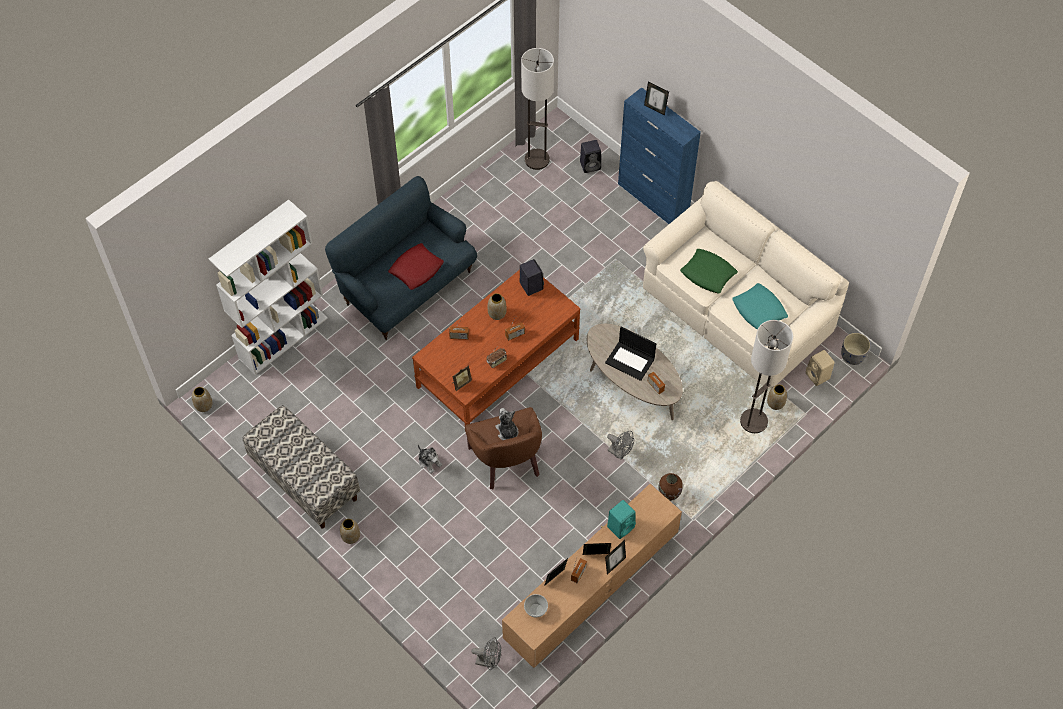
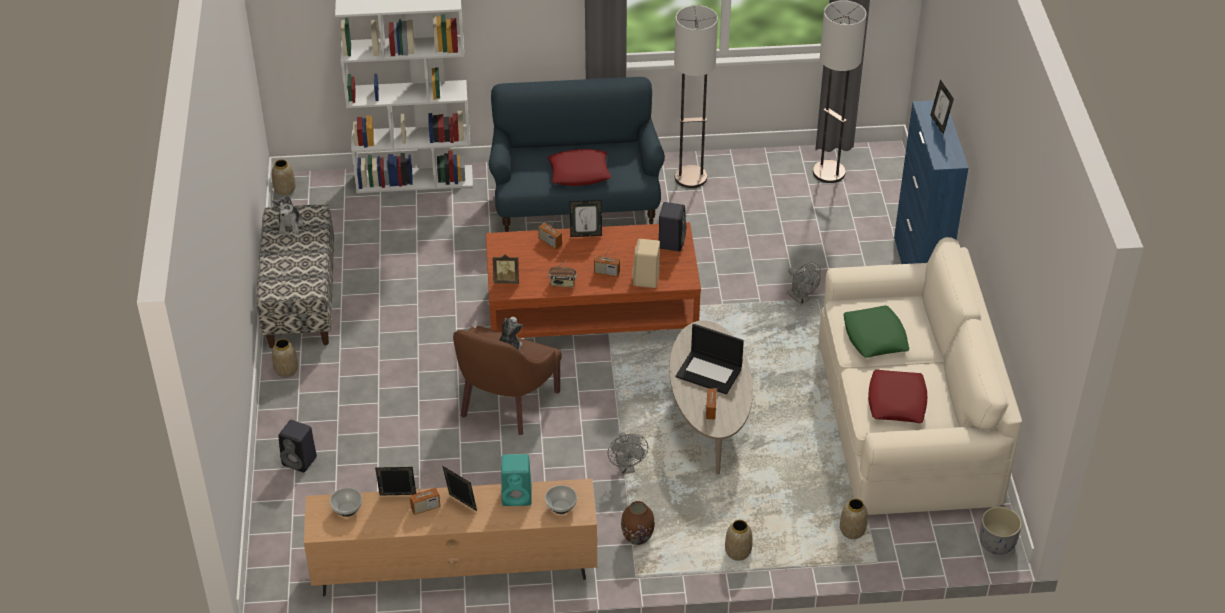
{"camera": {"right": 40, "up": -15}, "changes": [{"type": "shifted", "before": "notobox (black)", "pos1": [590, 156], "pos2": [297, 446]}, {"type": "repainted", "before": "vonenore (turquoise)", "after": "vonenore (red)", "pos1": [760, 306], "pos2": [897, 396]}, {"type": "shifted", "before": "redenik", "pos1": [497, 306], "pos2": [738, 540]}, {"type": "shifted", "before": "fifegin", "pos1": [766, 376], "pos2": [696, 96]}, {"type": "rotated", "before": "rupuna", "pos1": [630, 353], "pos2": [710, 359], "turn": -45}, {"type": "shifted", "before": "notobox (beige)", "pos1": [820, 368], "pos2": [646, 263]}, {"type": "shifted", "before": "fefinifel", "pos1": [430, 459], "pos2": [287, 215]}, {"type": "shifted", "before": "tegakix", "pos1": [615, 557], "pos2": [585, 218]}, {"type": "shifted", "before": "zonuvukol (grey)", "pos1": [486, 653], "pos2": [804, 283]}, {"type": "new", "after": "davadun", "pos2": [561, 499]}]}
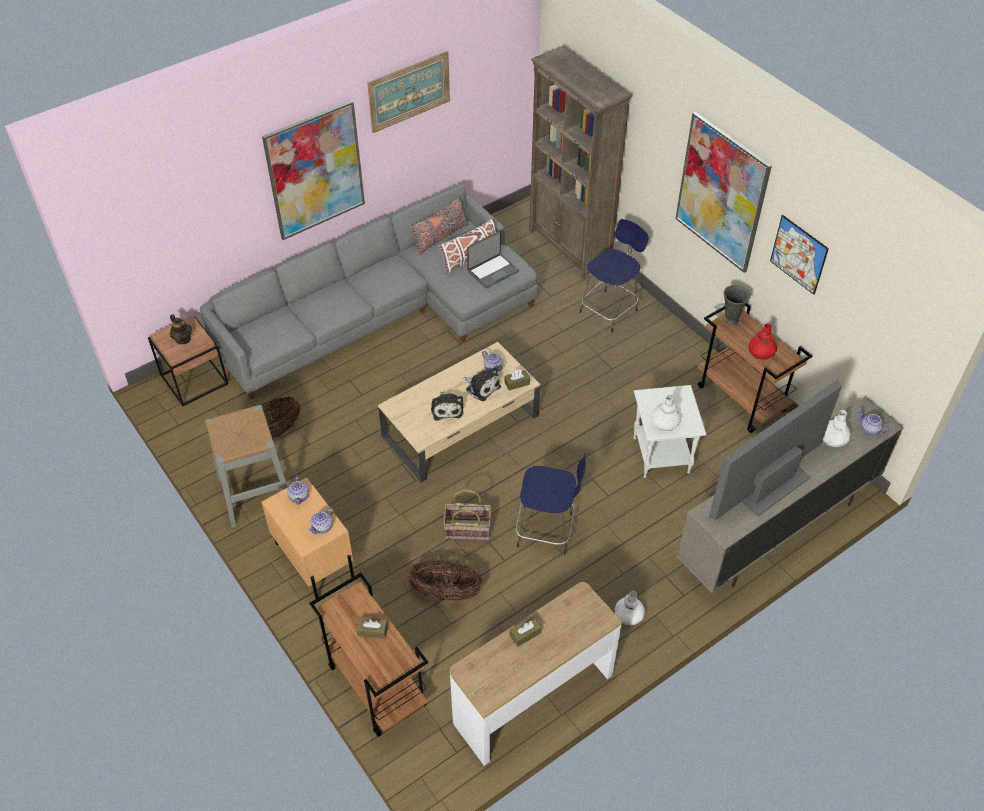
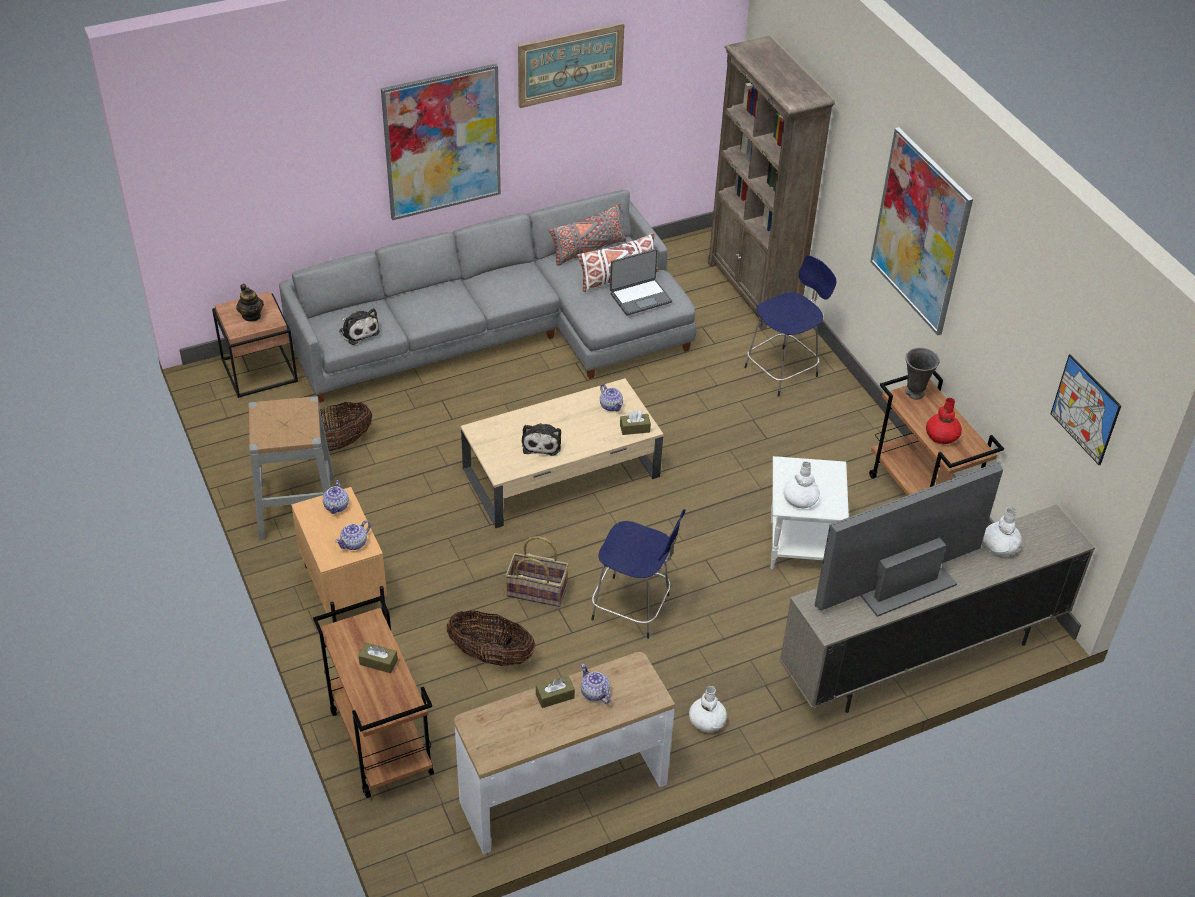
{"camera": {"right": 10, "up": -5}, "changes": [{"type": "shifted", "before": "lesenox", "pos1": [799, 255], "pos2": [1086, 409]}, {"type": "shifted", "before": "fefinifel", "pos1": [482, 384], "pos2": [359, 326]}, {"type": "shifted", "before": "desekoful", "pos1": [874, 423], "pos2": [596, 683]}]}
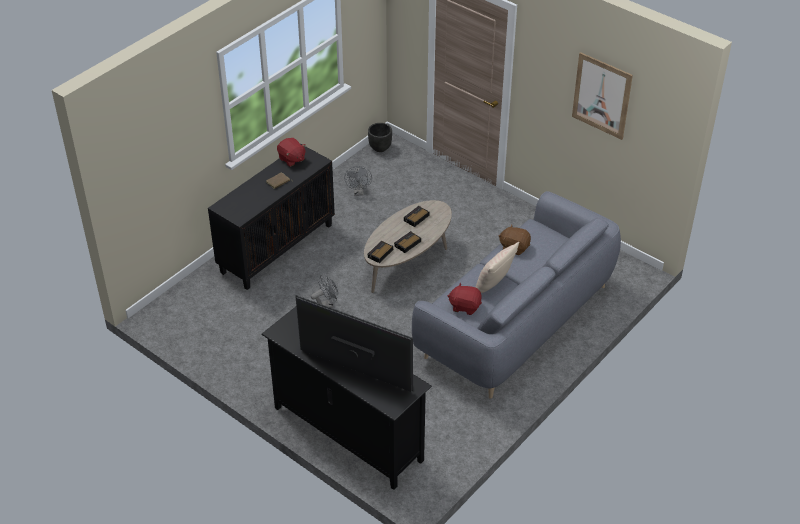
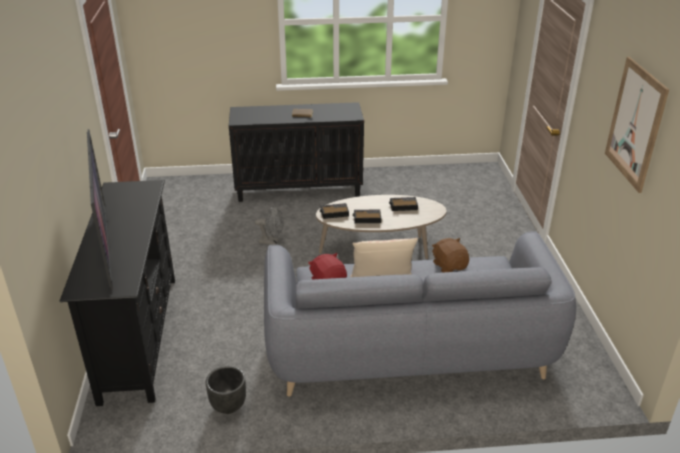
{"camera": {"right": 45, "up": -10}, "changes": [{"type": "shifted", "before": "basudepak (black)", "pos1": [380, 137], "pos2": [226, 390]}, {"type": "gone", "before": "fefinifel (red)", "pos1": [291, 152]}, {"type": "gone", "before": "zonuvukol (grey)", "pos1": [358, 180]}]}
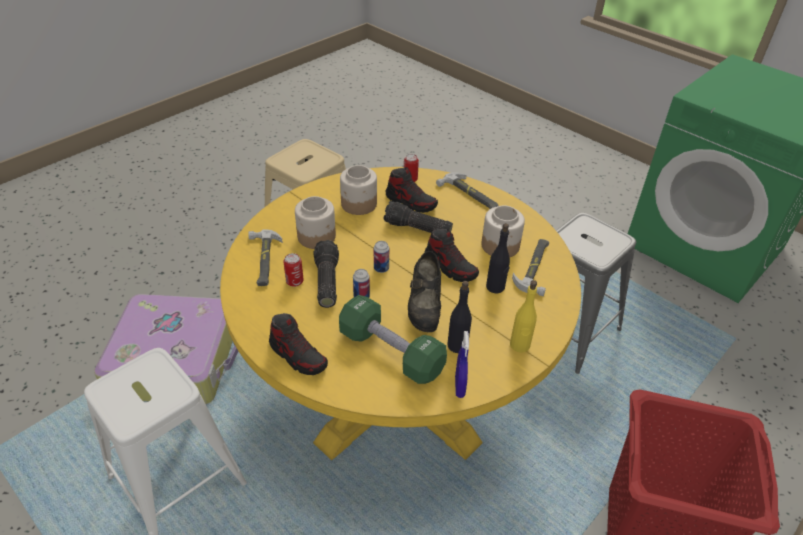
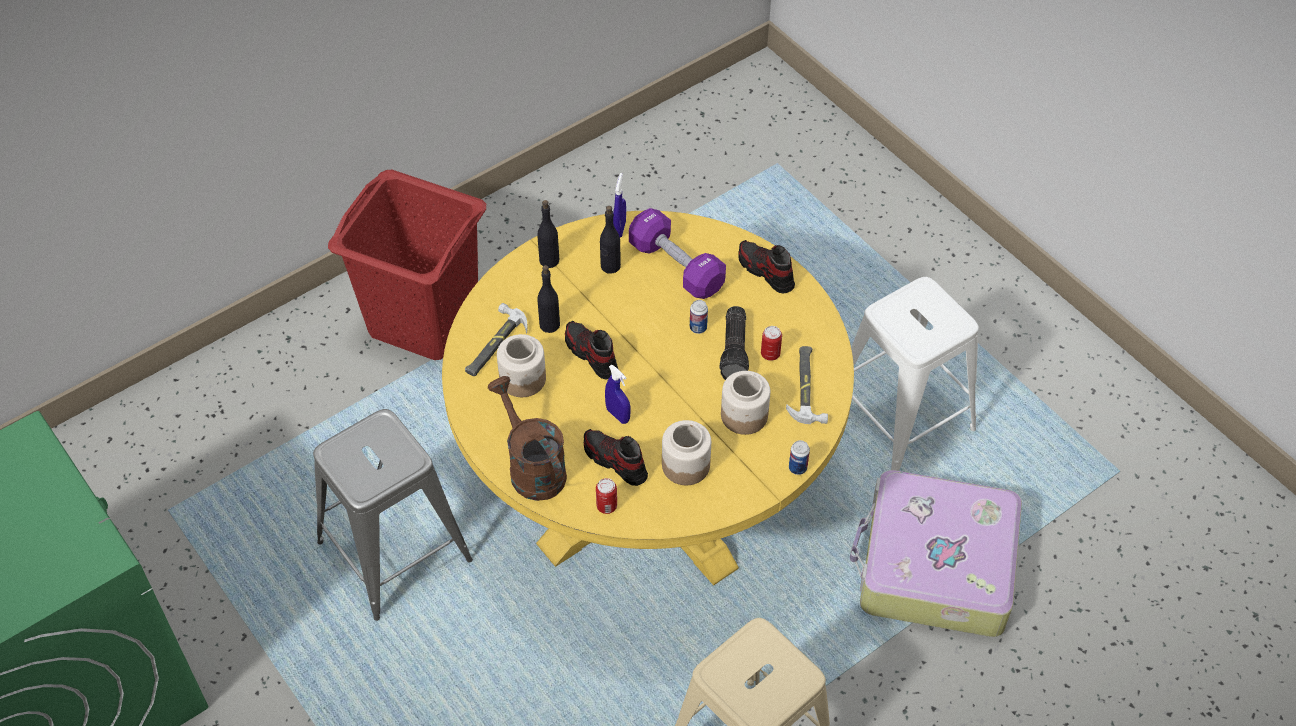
{"camera": {"right": -170, "up": 10}, "changes": [{"type": "swapped", "before": "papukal", "after": "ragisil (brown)", "pos1": [467, 190], "pos2": [527, 438]}, {"type": "swapped", "before": "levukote", "after": "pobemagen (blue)", "pos1": [418, 217], "pos2": [617, 394]}, {"type": "shifted", "before": "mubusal", "pos1": [381, 257], "pos2": [799, 457]}, {"type": "gone", "before": "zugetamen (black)", "pos1": [424, 292]}, {"type": "repainted", "before": "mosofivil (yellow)", "after": "mosofivil (black)", "pos1": [523, 316], "pos2": [548, 234]}, {"type": "repainted", "before": "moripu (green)", "after": "moripu (purple)", "pos1": [393, 339], "pos2": [677, 253]}]}
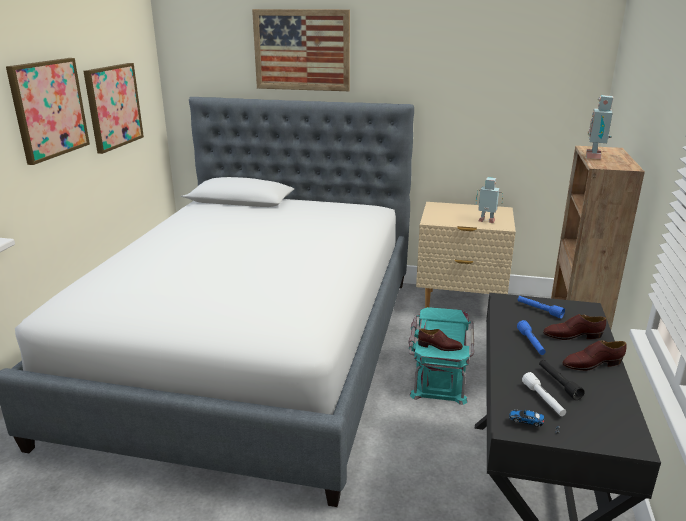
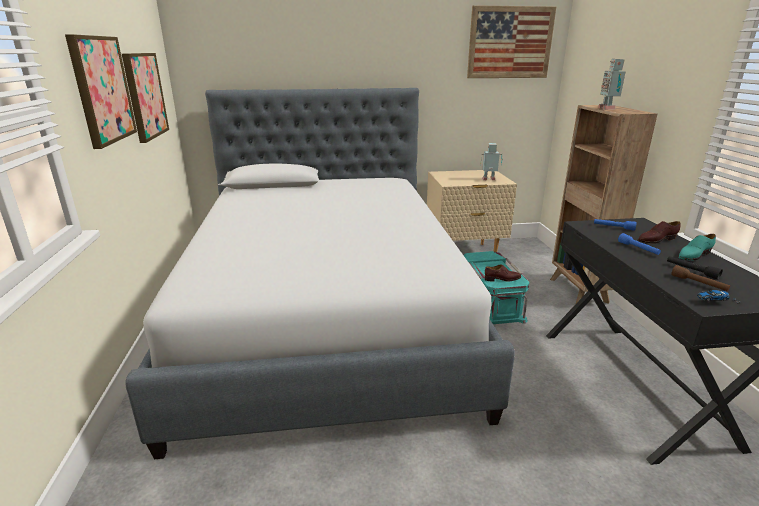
{"camera": {"right": -20, "up": 0}, "changes": [{"type": "shifted", "before": "lesenox", "pos1": [301, 50], "pos2": [512, 41]}, {"type": "repainted", "before": "zugetamen (brown)", "after": "zugetamen (turquoise)", "pos1": [594, 355], "pos2": [697, 247]}, {"type": "repainted", "before": "levukote (white)", "after": "levukote (brown)", "pos1": [544, 394], "pos2": [700, 278]}]}
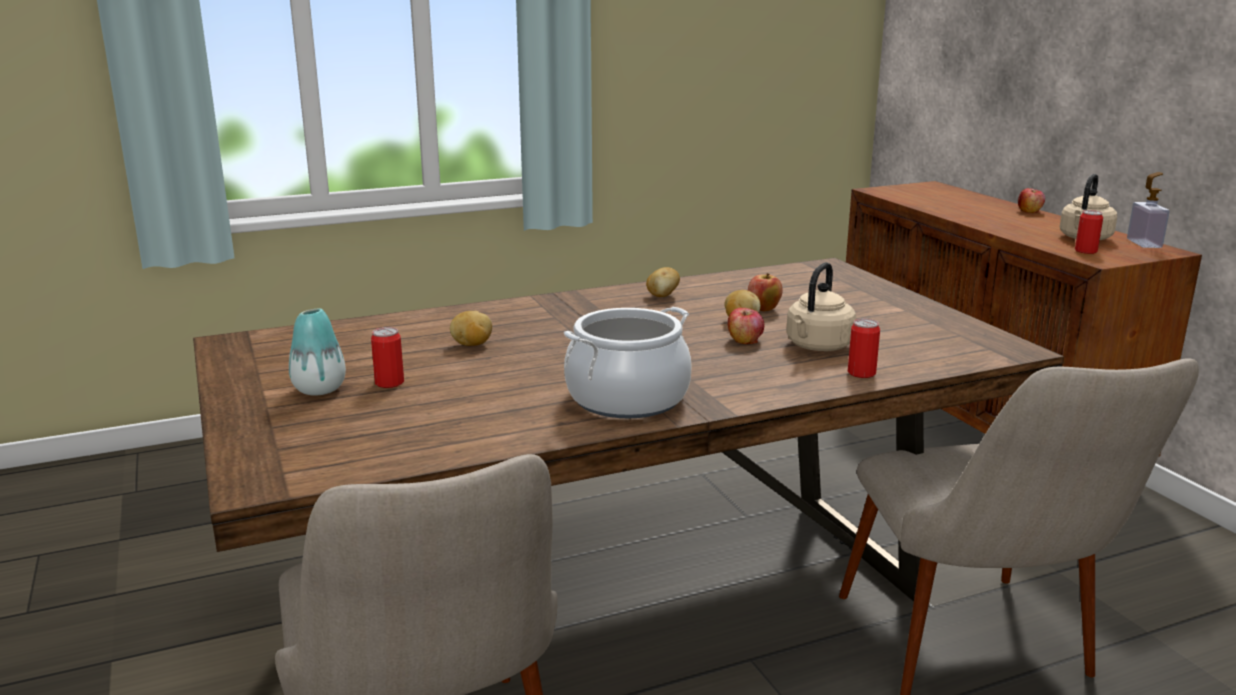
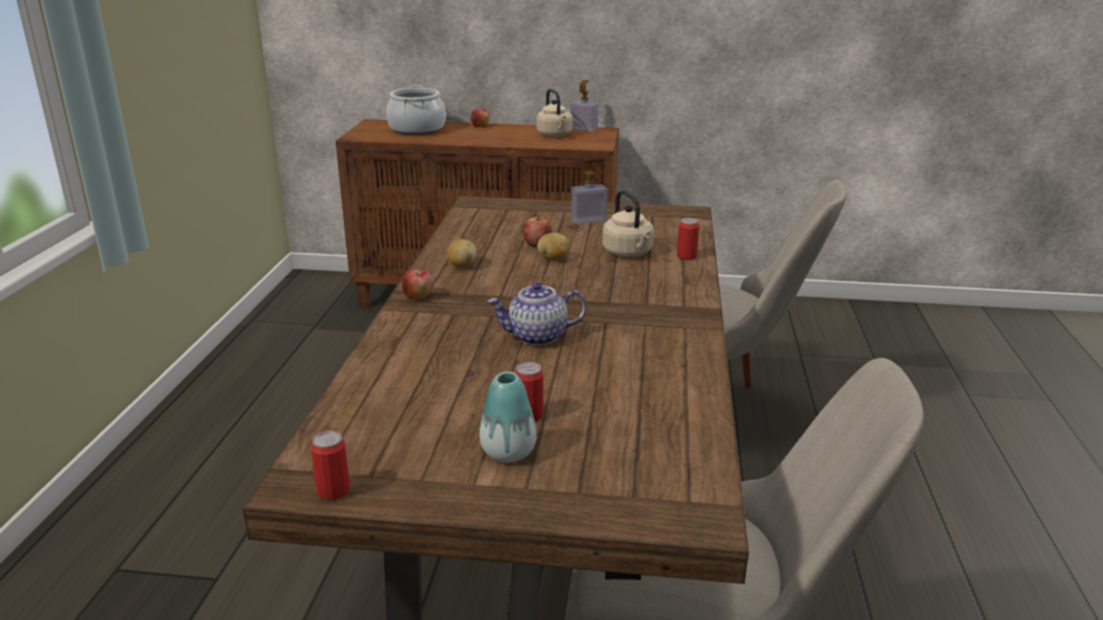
{"camera": {"right": -60, "up": 5}, "changes": [{"type": "shifted", "before": "mubusal", "pos1": [1089, 232], "pos2": [330, 465]}, {"type": "shifted", "before": "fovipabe", "pos1": [627, 362], "pos2": [416, 110]}, {"type": "shifted", "before": "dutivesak", "pos1": [746, 326], "pos2": [417, 284]}, {"type": "gone", "before": "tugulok", "pos1": [471, 328]}, {"type": "new", "after": "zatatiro", "pos2": [589, 191]}, {"type": "new", "after": "desekoful", "pos2": [537, 314]}]}
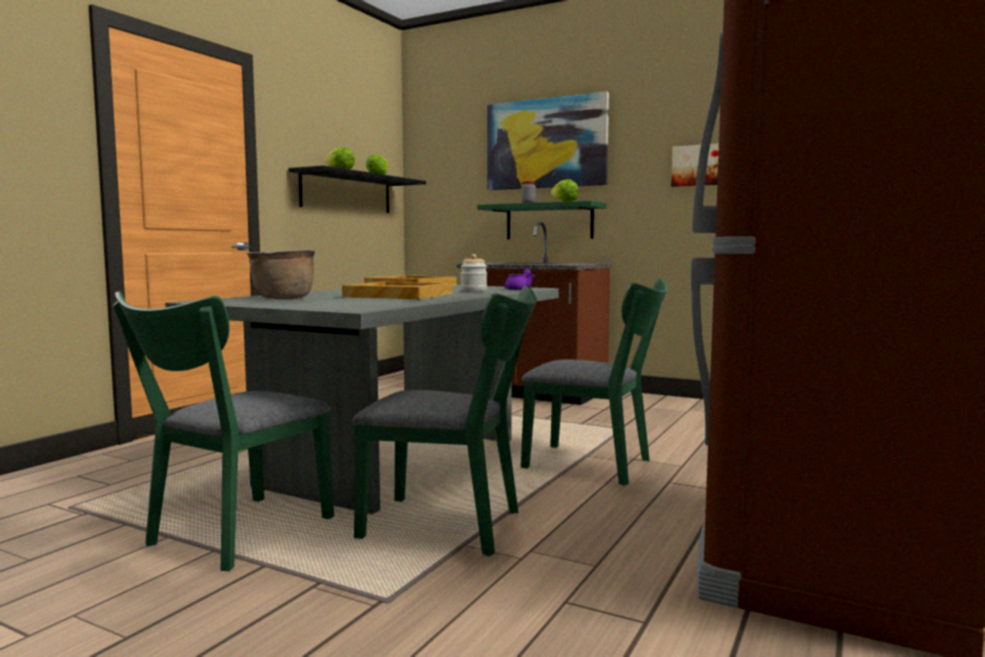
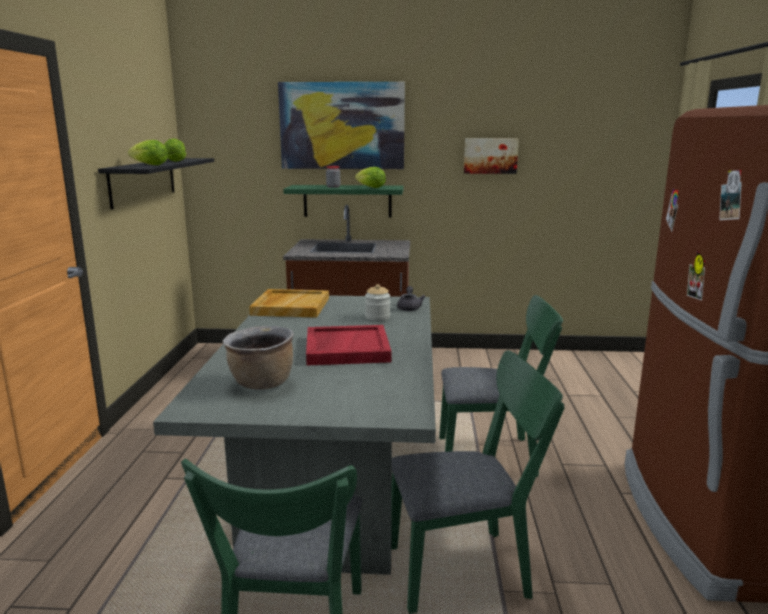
{"camera": {"right": -25, "up": 10}, "changes": [{"type": "repainted", "before": "desekoful (purple)", "after": "desekoful (grey)", "pos1": [519, 279], "pos2": [411, 298]}, {"type": "repainted", "before": "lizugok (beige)", "after": "lizugok (red)", "pos1": [397, 290], "pos2": [349, 345]}]}
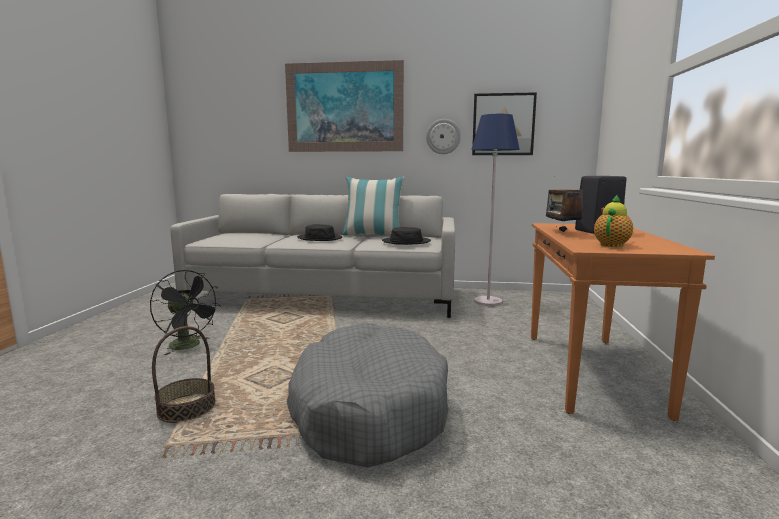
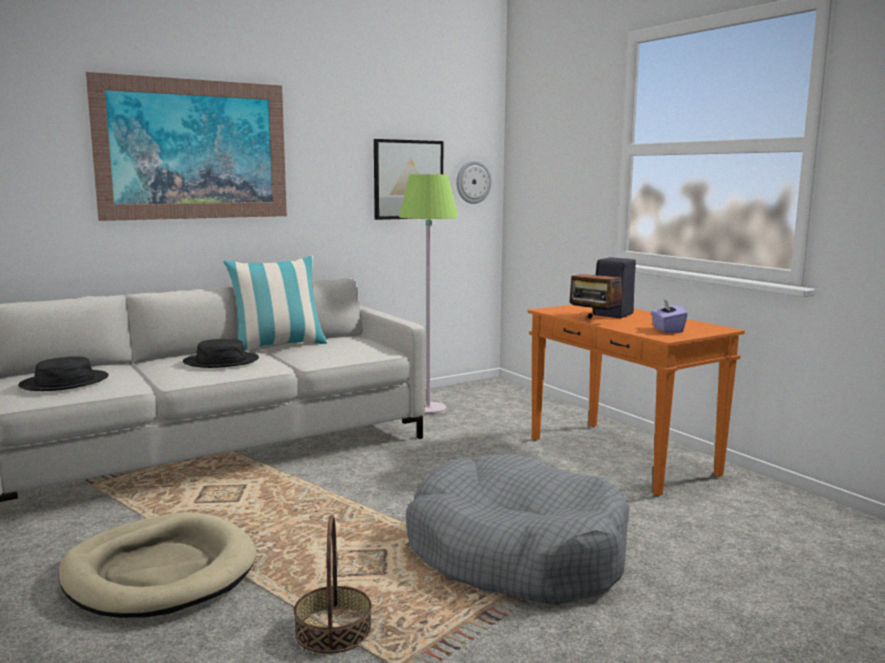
{"camera": {"right": -40, "up": 0}, "changes": [{"type": "repainted", "before": "fifegin (blue)", "after": "fifegin (green)", "pos1": [495, 210], "pos2": [429, 294]}, {"type": "shifted", "before": "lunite", "pos1": [443, 136], "pos2": [474, 182]}, {"type": "swapped", "before": "desekoful", "after": "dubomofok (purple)", "pos1": [613, 221], "pos2": [669, 315]}, {"type": "shifted", "before": "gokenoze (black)", "pos1": [406, 236], "pos2": [63, 373]}, {"type": "swapped", "before": "zonuvukol (black)", "after": "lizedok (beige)", "pos1": [185, 312], "pos2": [157, 565]}]}
